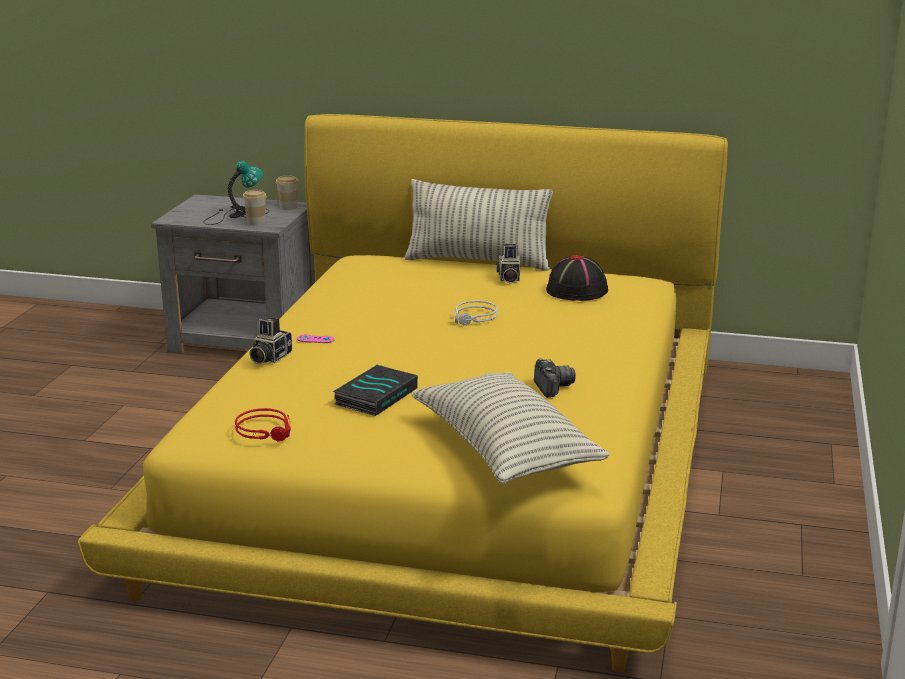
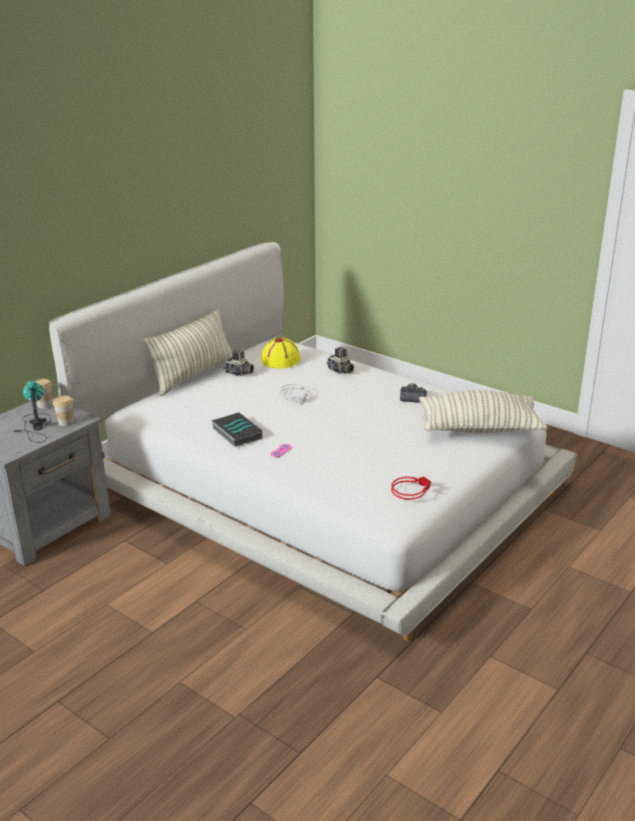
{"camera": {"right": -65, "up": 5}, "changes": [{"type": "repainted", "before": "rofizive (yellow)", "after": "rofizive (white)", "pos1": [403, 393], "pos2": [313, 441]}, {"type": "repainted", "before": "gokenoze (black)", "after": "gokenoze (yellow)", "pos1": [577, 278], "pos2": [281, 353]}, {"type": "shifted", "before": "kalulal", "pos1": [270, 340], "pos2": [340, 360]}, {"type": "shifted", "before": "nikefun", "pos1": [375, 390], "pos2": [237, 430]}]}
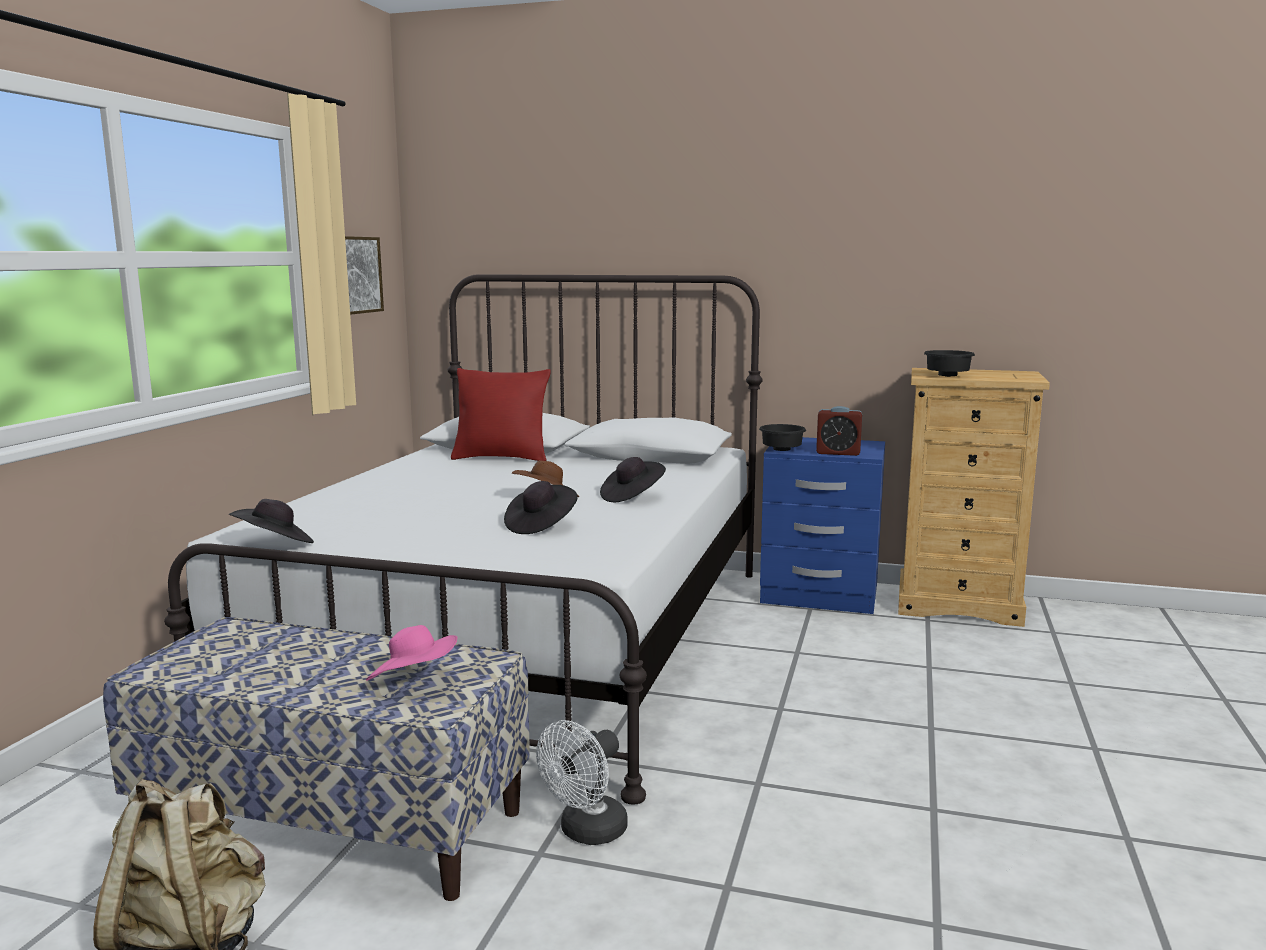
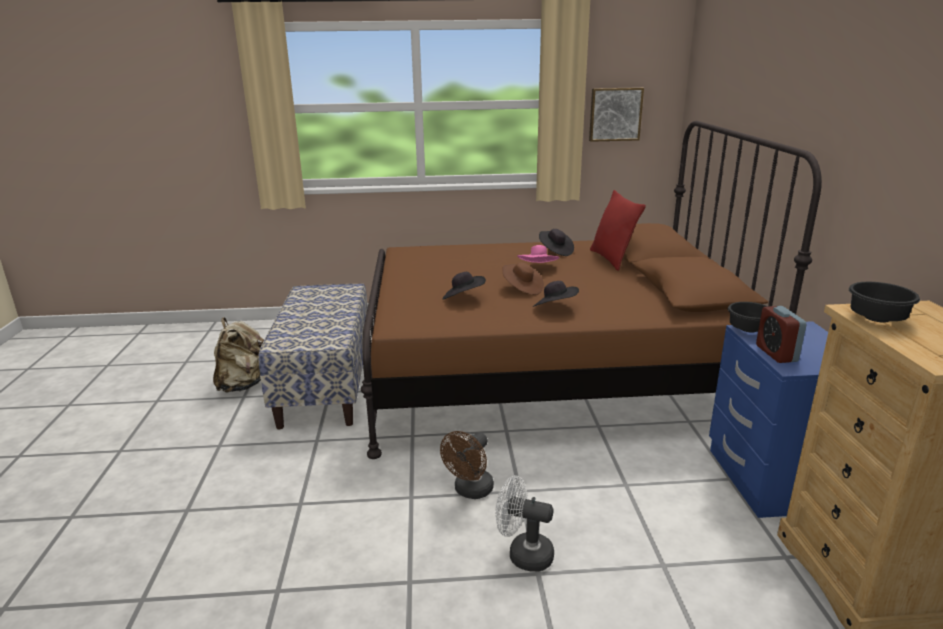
{"camera": {"right": 70, "up": 10}, "changes": [{"type": "repainted", "before": "rofizive (white)", "after": "rofizive (brown)", "pos1": [463, 539], "pos2": [591, 290]}, {"type": "shifted", "before": "gokenoze (black)", "pos1": [271, 521], "pos2": [556, 242]}, {"type": "shifted", "before": "gokenoze (pink)", "pos1": [411, 653], "pos2": [538, 254]}, {"type": "shifted", "before": "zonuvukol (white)", "pos1": [582, 782], "pos2": [524, 523]}, {"type": "new", "after": "zonuvukol (brown)", "pos2": [467, 465]}]}
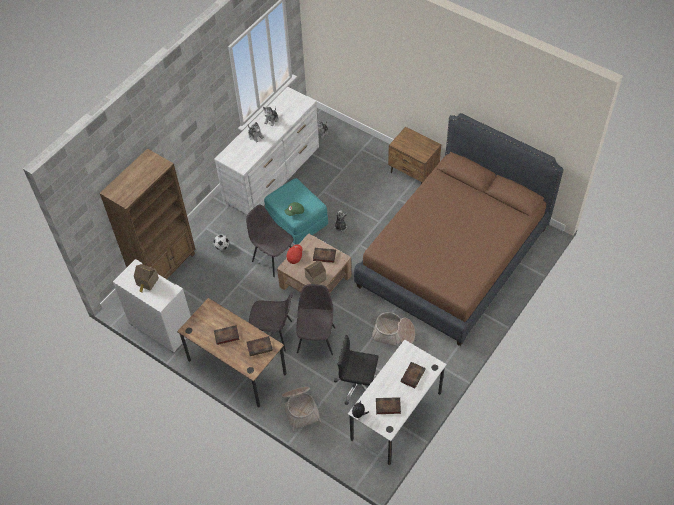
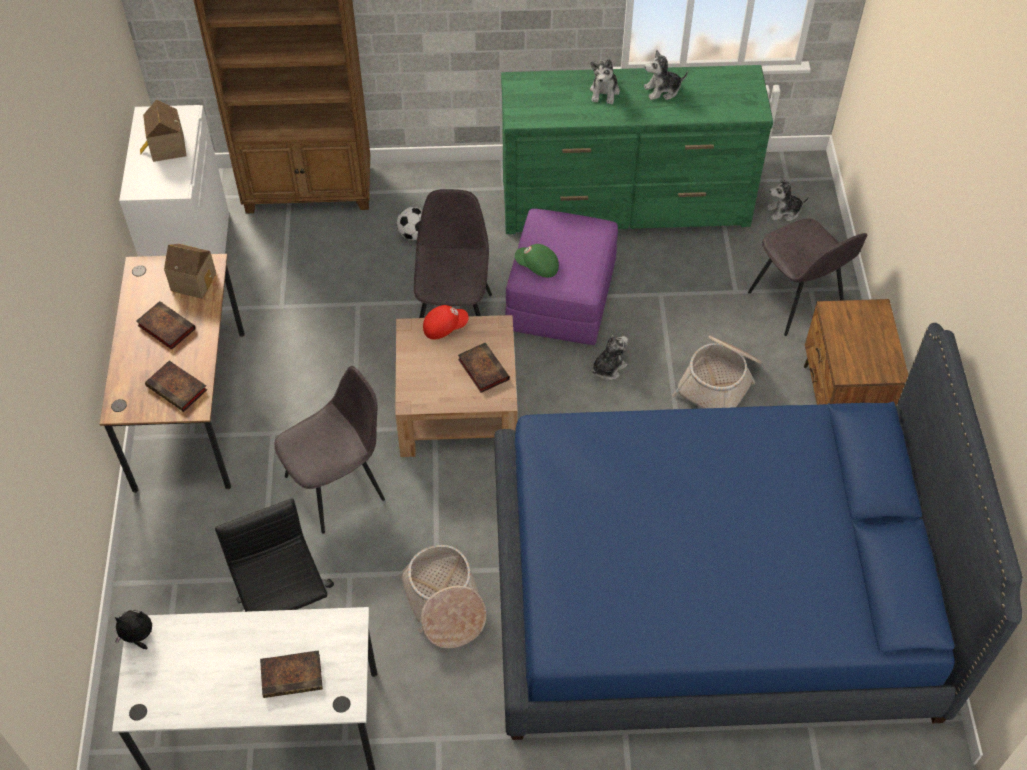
{"camera": {"right": 50, "up": 0}, "changes": [{"type": "repainted", "before": "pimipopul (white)", "after": "pimipopul (green)", "pos1": [266, 151], "pos2": [637, 149]}, {"type": "repainted", "before": "rofizive (brown)", "after": "rofizive (blue)", "pos1": [458, 229], "pos2": [758, 531]}, {"type": "repainted", "before": "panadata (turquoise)", "after": "panadata (purple)", "pos1": [296, 211], "pos2": [561, 277]}, {"type": "shifted", "before": "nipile", "pos1": [315, 272], "pos2": [190, 271]}, {"type": "shifted", "before": "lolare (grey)", "pos1": [271, 322], "pos2": [807, 277]}, {"type": "shifted", "before": "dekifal", "pos1": [301, 409], "pos2": [717, 372]}, {"type": "gone", "before": "nikefun", "pos1": [388, 405]}]}
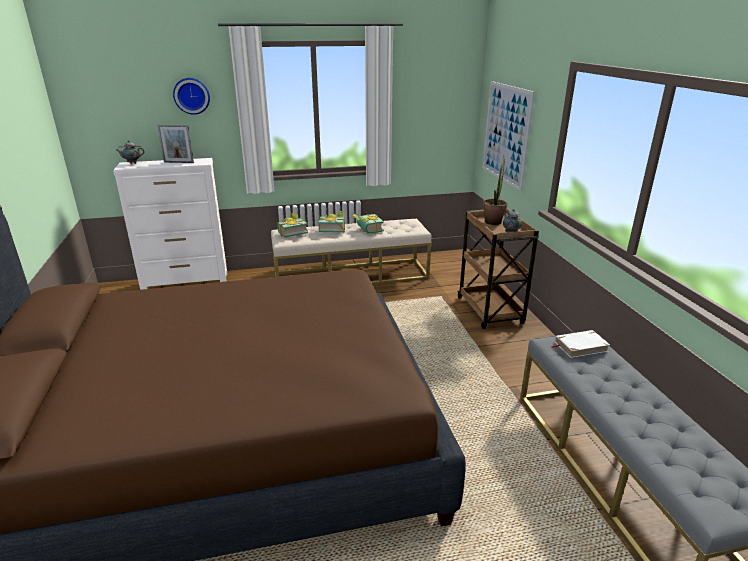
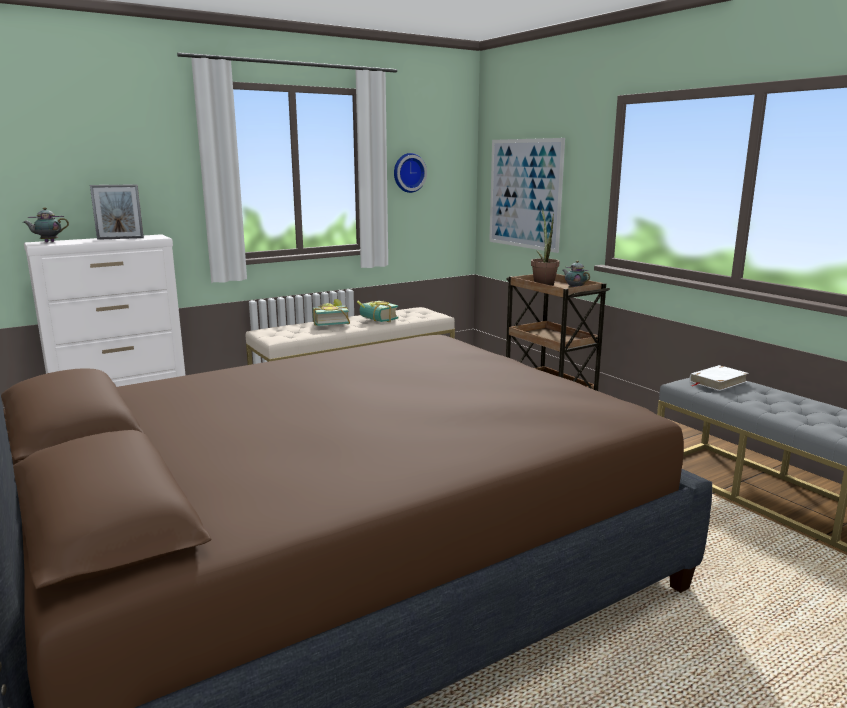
{"camera": {"right": -20, "up": -10}, "changes": [{"type": "shifted", "before": "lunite", "pos1": [191, 96], "pos2": [410, 173]}, {"type": "gone", "before": "nikefun", "pos1": [292, 225]}]}
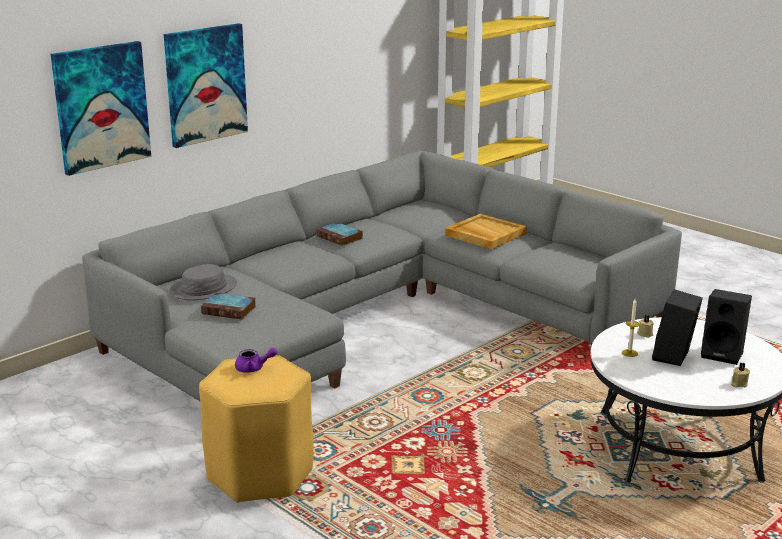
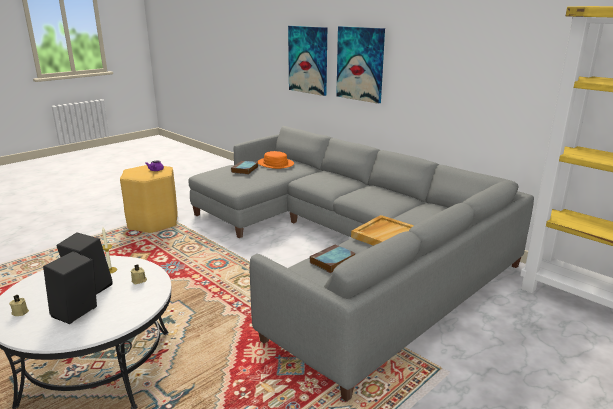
{"camera": {"right": 90, "up": 0}, "changes": [{"type": "shifted", "before": "nikefun", "pos1": [340, 234], "pos2": [332, 258]}, {"type": "repainted", "before": "gokenoze (grey)", "after": "gokenoze (orange)", "pos1": [203, 282], "pos2": [275, 160]}]}
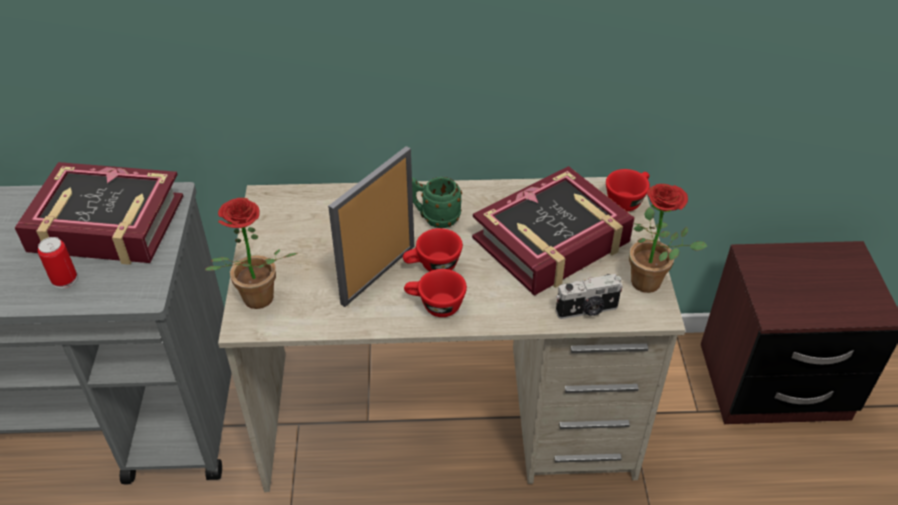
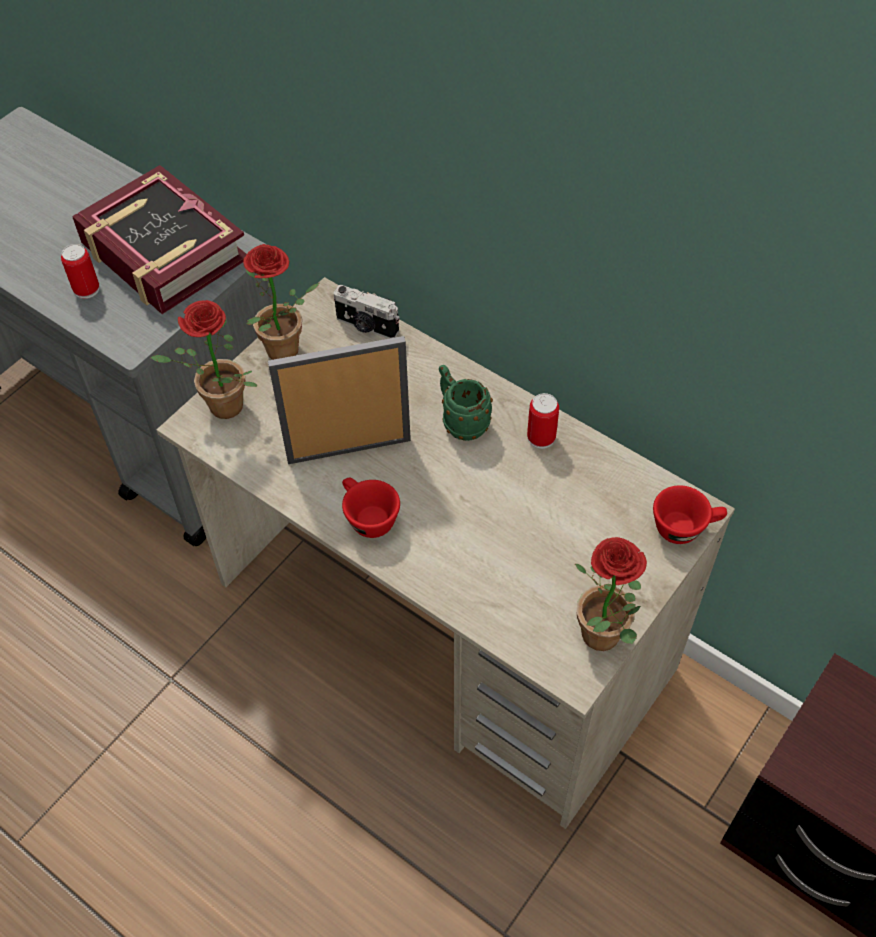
{"camera": {"right": 40, "up": 10}, "changes": [{"type": "gone", "before": "nikefun", "pos1": [553, 231]}, {"type": "gone", "before": "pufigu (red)", "pos1": [433, 250]}, {"type": "shifted", "before": "kalulal", "pos1": [589, 296], "pos2": [366, 312]}, {"type": "new", "after": "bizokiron", "pos2": [281, 302]}, {"type": "new", "after": "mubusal", "pos2": [543, 421]}]}
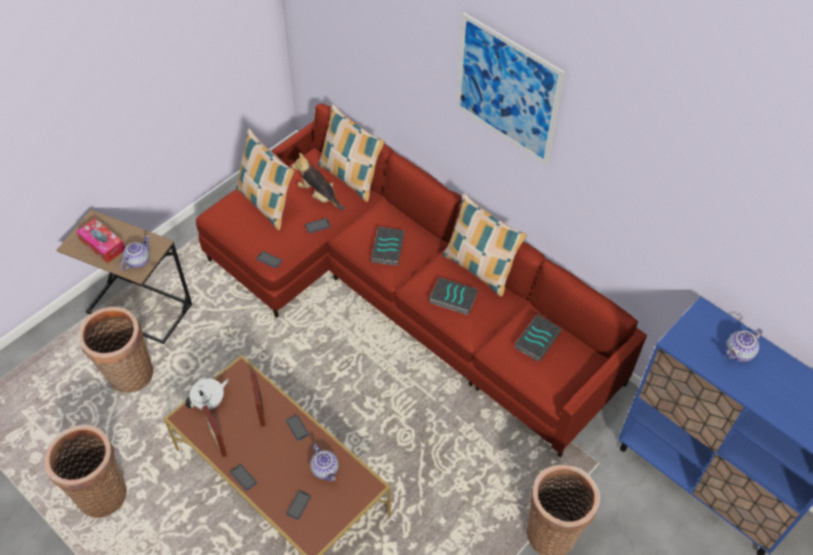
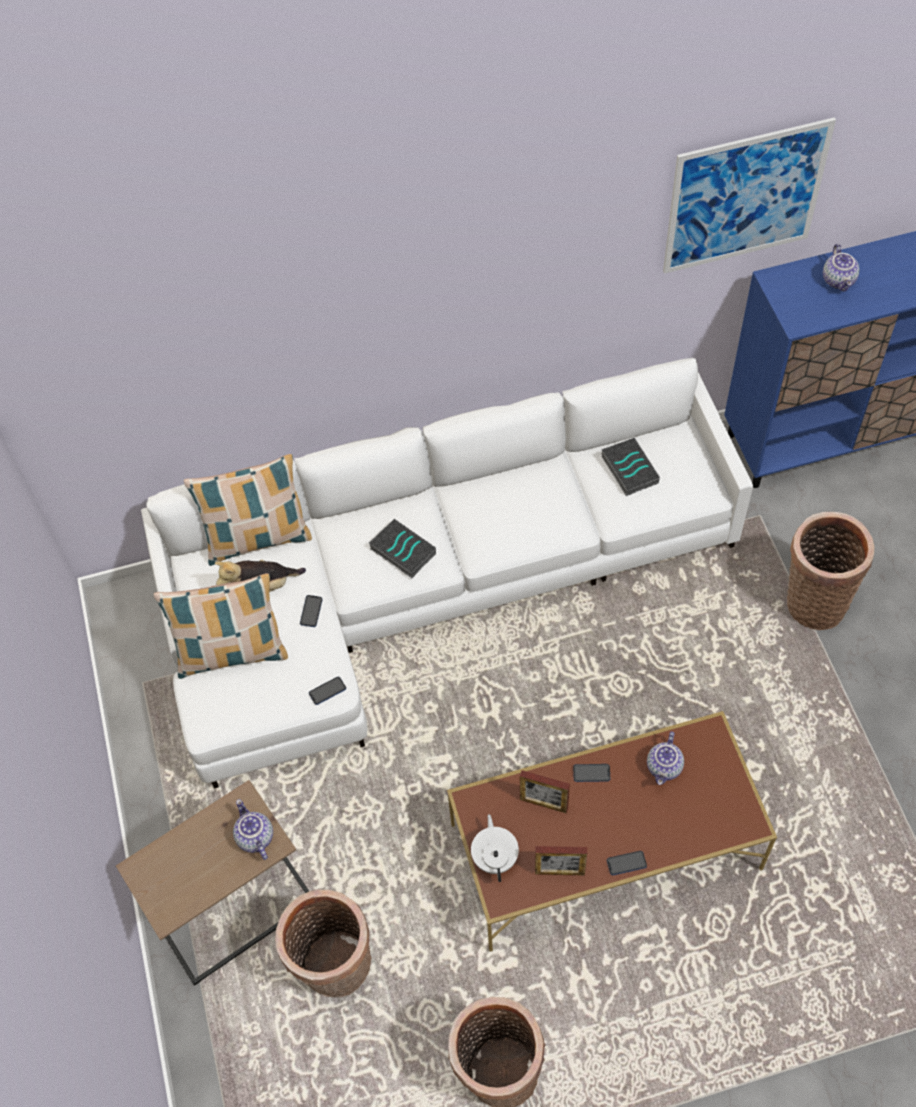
{"camera": {"right": -55, "up": 5}, "changes": [{"type": "shifted", "before": "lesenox", "pos1": [510, 88], "pos2": [749, 195]}, {"type": "repainted", "before": "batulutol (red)", "after": "batulutol (white)", "pos1": [421, 280], "pos2": [447, 573]}, {"type": "gone", "before": "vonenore", "pos1": [484, 245]}, {"type": "gone", "before": "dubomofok", "pos1": [100, 240]}, {"type": "gone", "before": "nikefun", "pos1": [453, 296]}, {"type": "rotated", "before": "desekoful", "pos1": [324, 463], "pos2": [665, 758], "turn": 105}, {"type": "gone", "before": "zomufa", "pos1": [299, 505]}]}
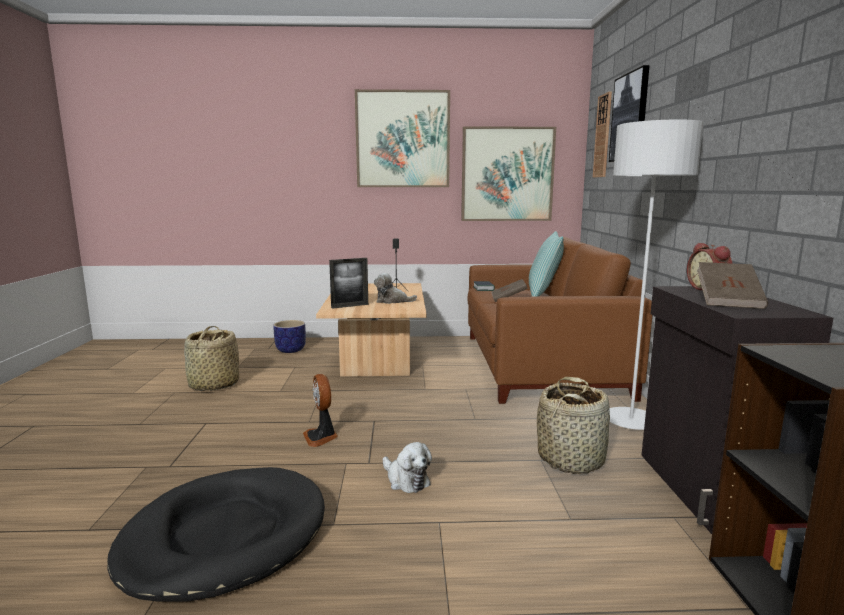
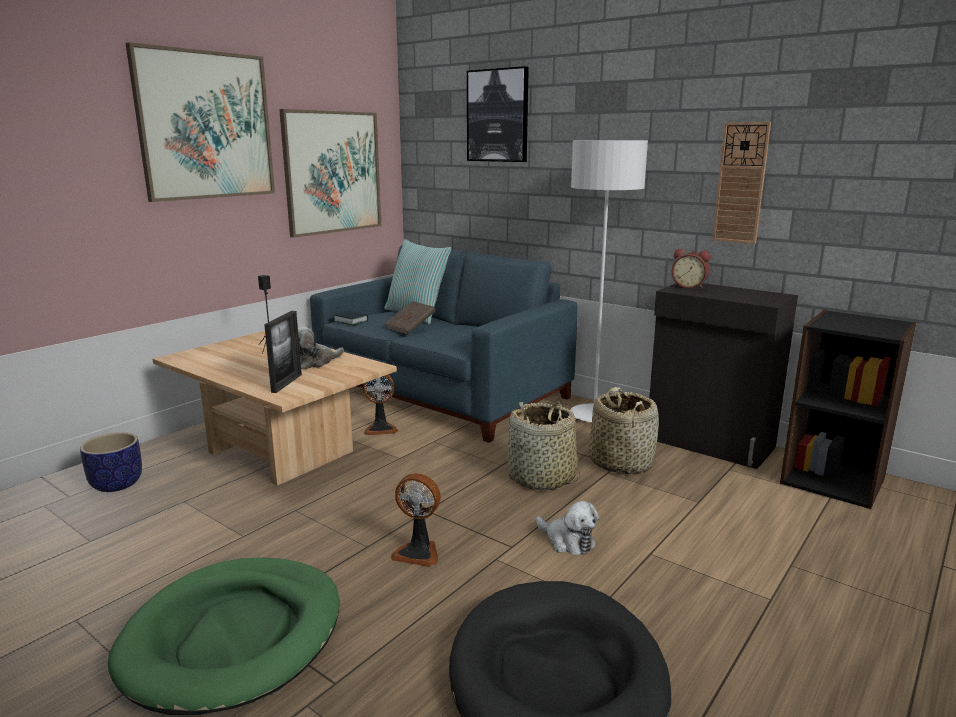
{"camera": {"right": -50, "up": 5}, "changes": [{"type": "shifted", "before": "lunite", "pos1": [602, 135], "pos2": [741, 183]}, {"type": "repainted", "before": "batulutol (brown)", "after": "batulutol (blue)", "pos1": [559, 320], "pos2": [444, 344]}, {"type": "gone", "before": "nikefun (brown)", "pos1": [732, 285]}, {"type": "shifted", "before": "dekifal", "pos1": [211, 358], "pos2": [544, 445]}, {"type": "rotated", "before": "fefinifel", "pos1": [407, 467], "pos2": [567, 528], "turn": 45}, {"type": "new", "after": "zonuvukol", "pos2": [380, 405]}, {"type": "new", "after": "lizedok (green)", "pos2": [224, 636]}]}
